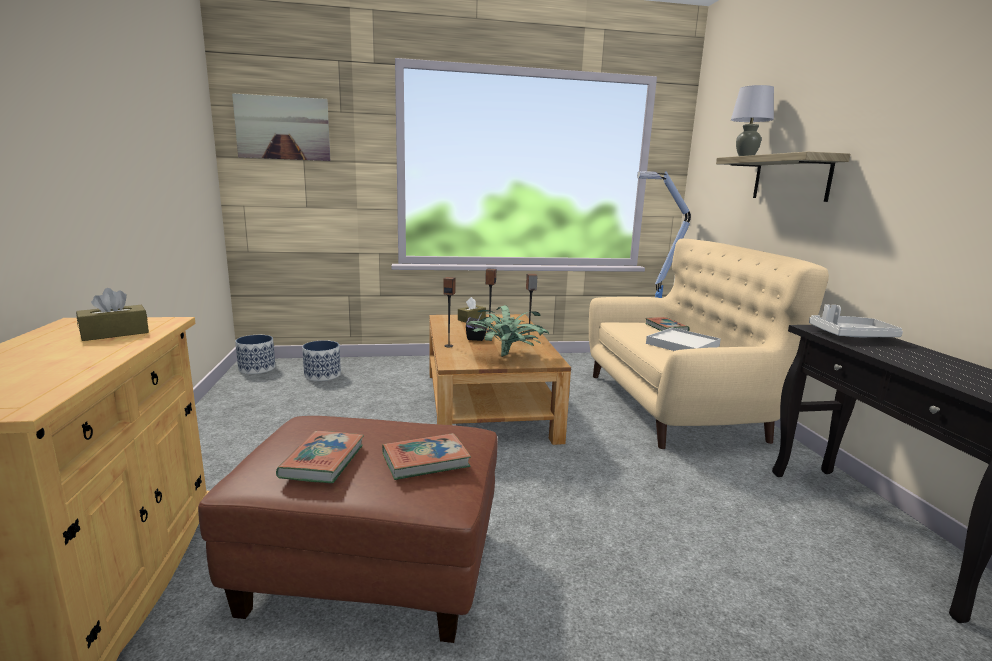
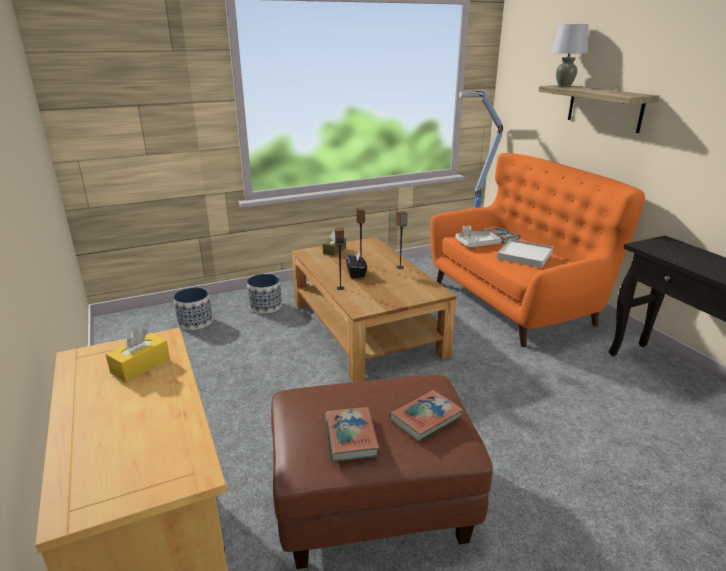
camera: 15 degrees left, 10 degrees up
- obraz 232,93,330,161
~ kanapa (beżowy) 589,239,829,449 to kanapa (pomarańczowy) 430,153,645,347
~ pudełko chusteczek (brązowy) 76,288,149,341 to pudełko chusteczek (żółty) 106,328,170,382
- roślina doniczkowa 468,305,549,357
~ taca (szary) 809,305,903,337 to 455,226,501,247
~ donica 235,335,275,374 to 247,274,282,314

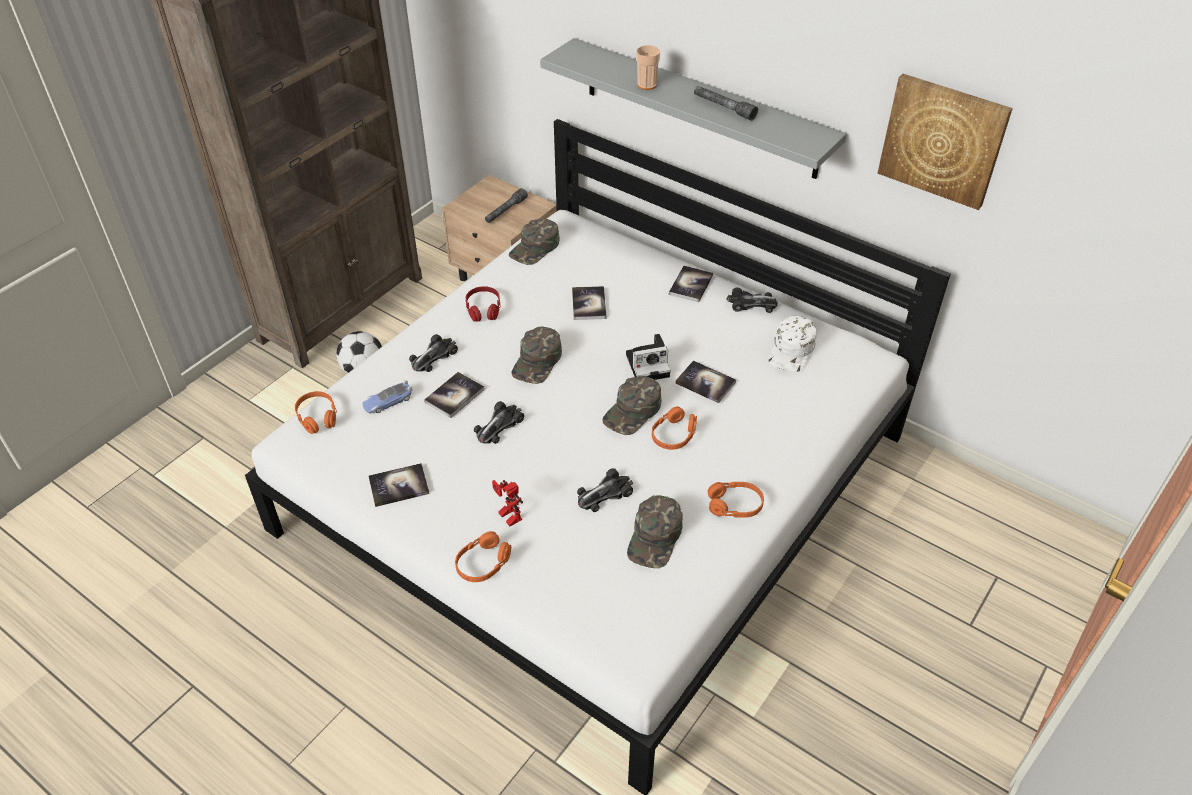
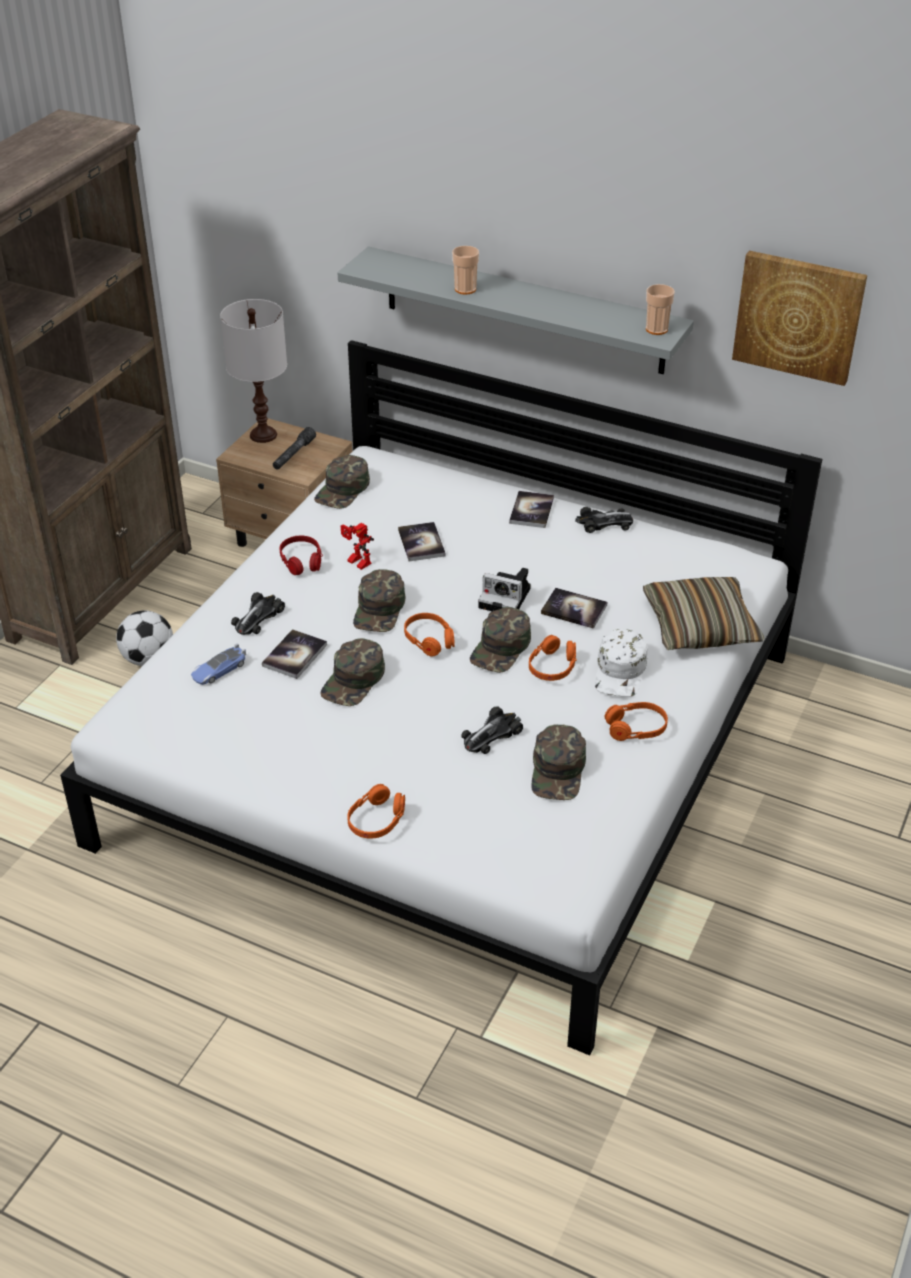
camera: 10 degrees left, 5 degrees down
- latarka (szary) 694,86,758,121
~ czapka z daszkiem (biały) 768,316,817,372 to 595,629,648,697
~ aparat fotograficzny 626,334,670,380 = 478,568,531,611 45 degrees clockwise
~ słuchawki (pomarańczowy) 295,391,337,434 to 404,613,455,657
~ samochodzik 474,401,524,444 to czapka z daszkiem (zielony) 320,638,385,706
- książka 368,463,430,507
~ robot zabawkowy 492,480,523,526 to 341,523,374,570
+ filiżanka 646,284,675,335
+ lampa stołowa (biały) 220,299,287,443
+ poduszka 643,577,765,650

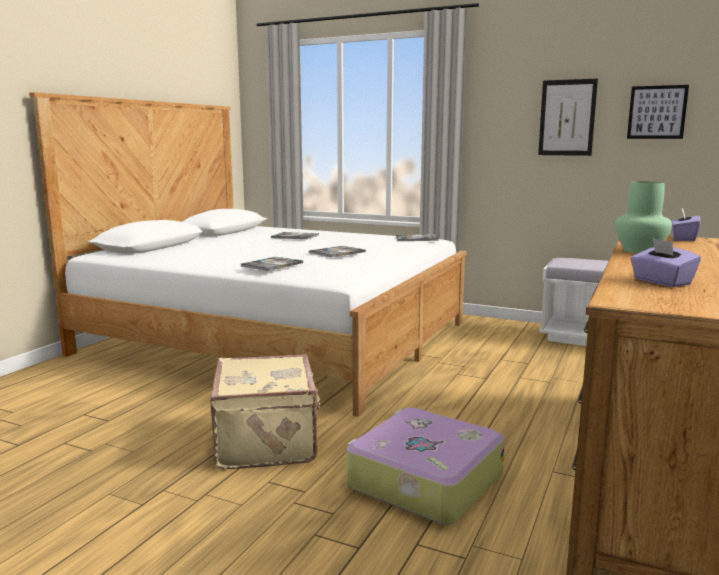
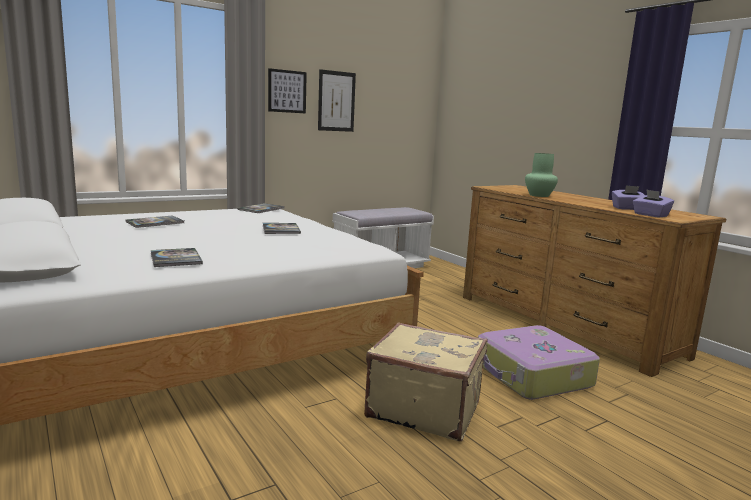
camera: 60 degrees left, 0 degrees up
~ obraz 627,85,689,139 to 268,68,307,113
~ pudełko chusteczek (fioletowy) 671,209,701,241 to 633,189,674,217
~ książka 241,257,303,271 to 151,248,203,267

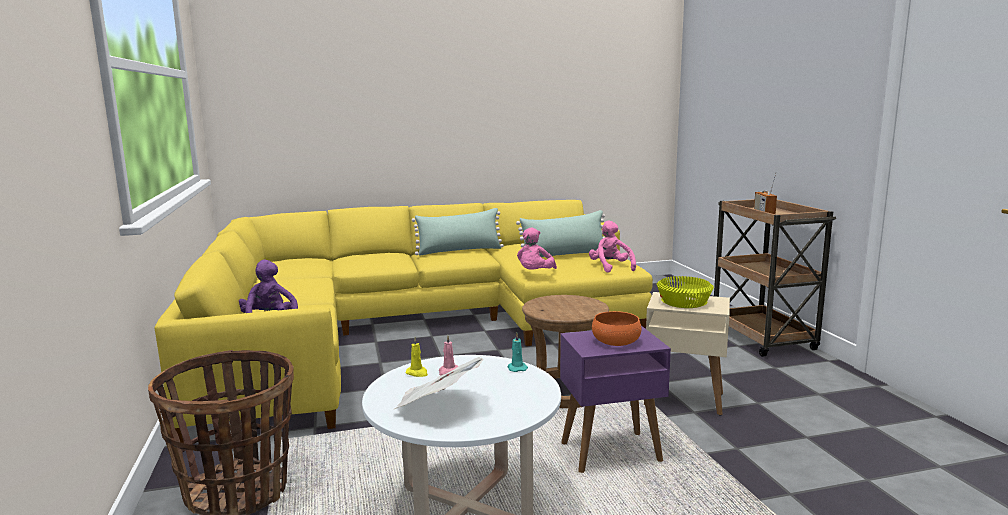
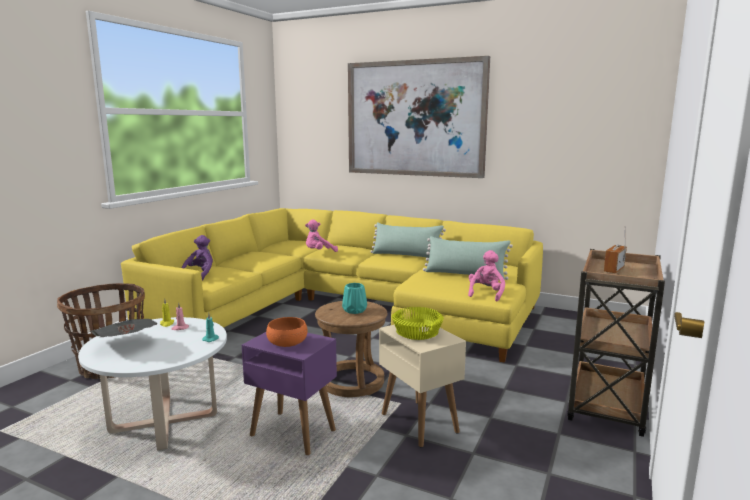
camera: 40 degrees right, 0 degrees up
~ pluszak (różowy) 517,228,557,270 to 305,219,338,252
+ obraz 348,56,490,178
+ wazon (turkusowy) 342,283,367,314

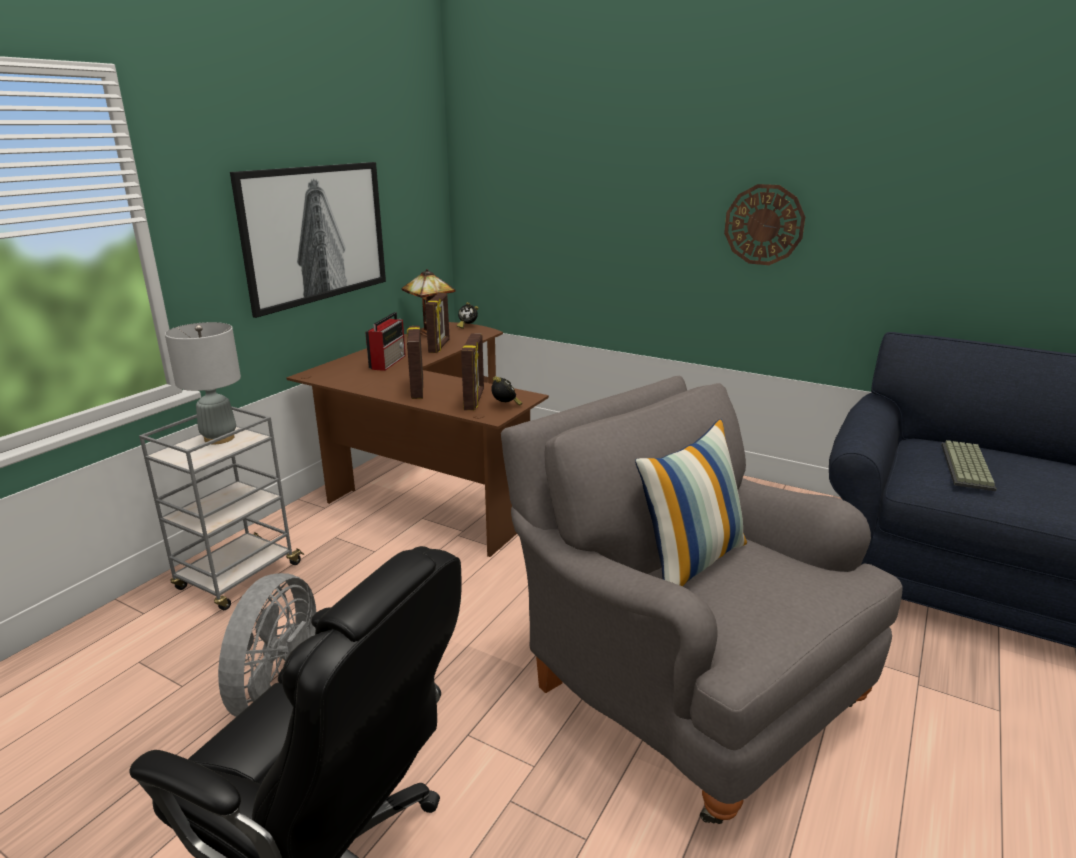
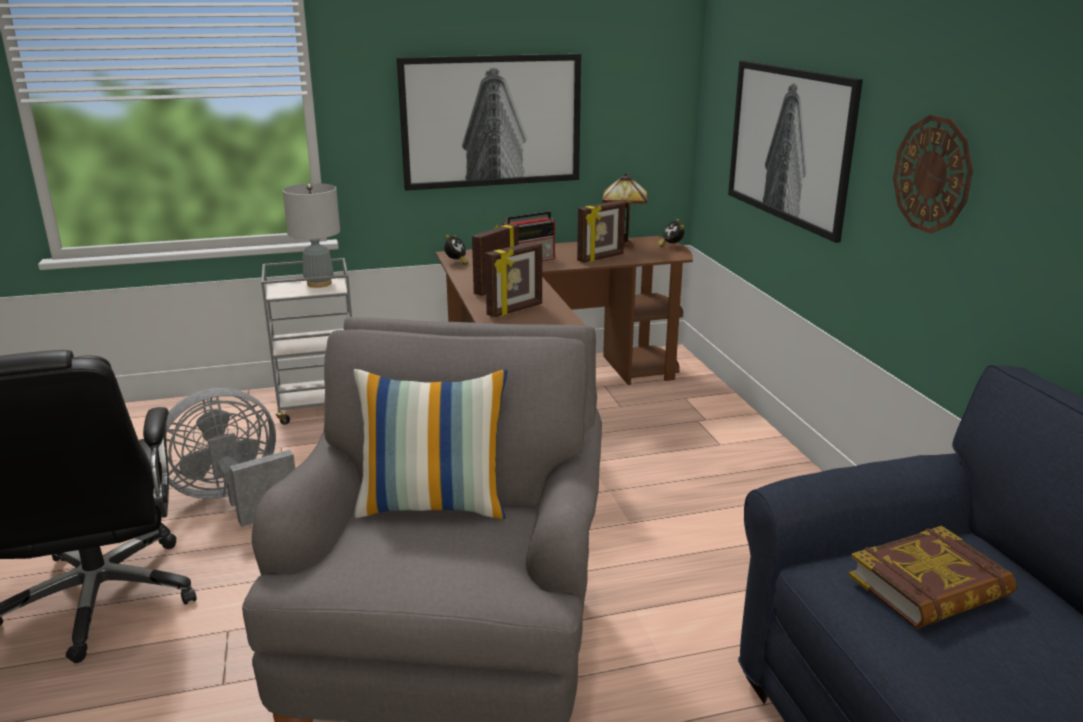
camera: 45 degrees right, 0 degrees up
~ budzik 491,376,522,405 to 444,235,468,265
~ klawiatura 941,440,997,491 to książka 848,526,1017,629
+ obraz 728,61,863,243

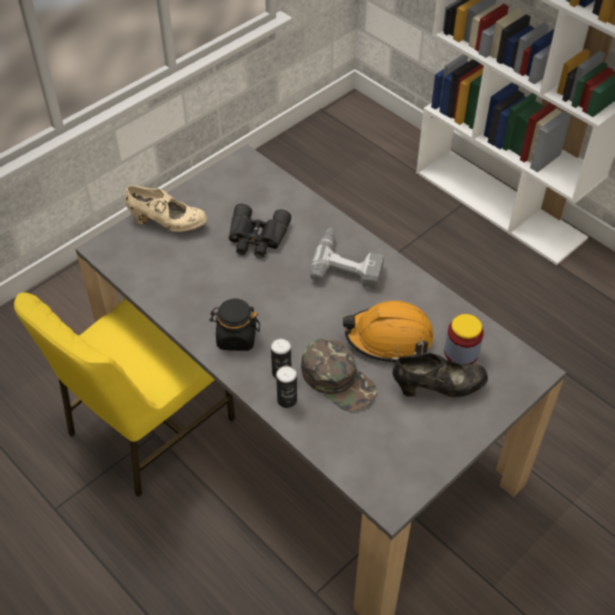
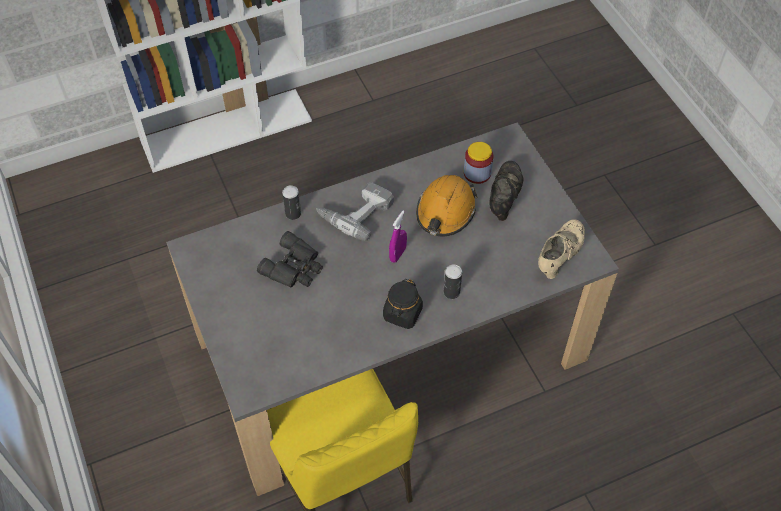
camera: 70 degrees left, 5 degrees up
~ but (beżowy) 125,185,208,232 to 538,219,585,279
- czapka z daszkiem (zielony) 301,338,377,411
~ puszka 276,366,297,408 to 282,185,301,220
+ spryskiwacz (fioletowy) 389,211,407,263

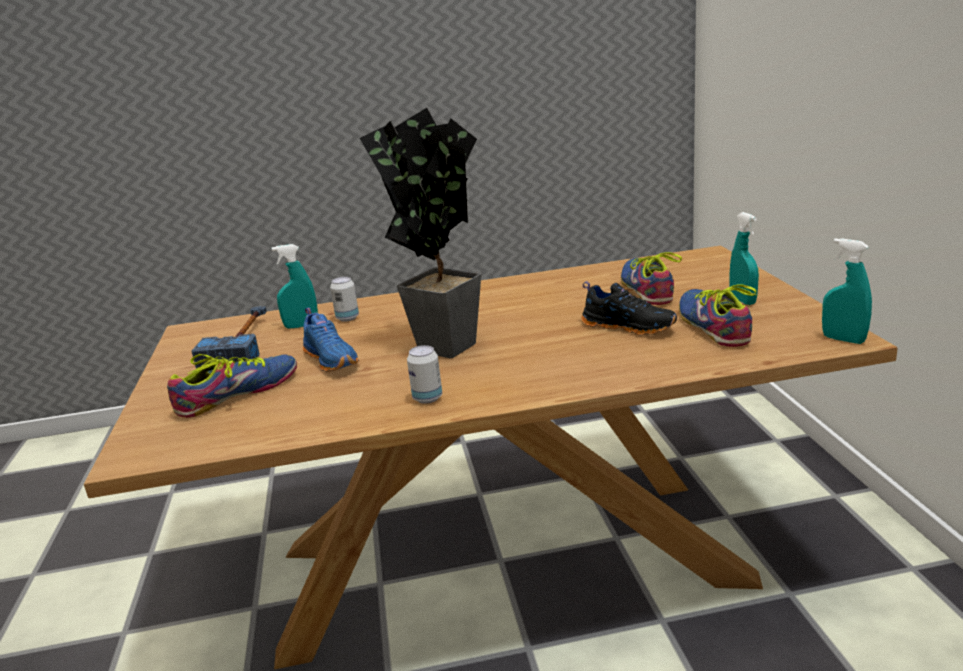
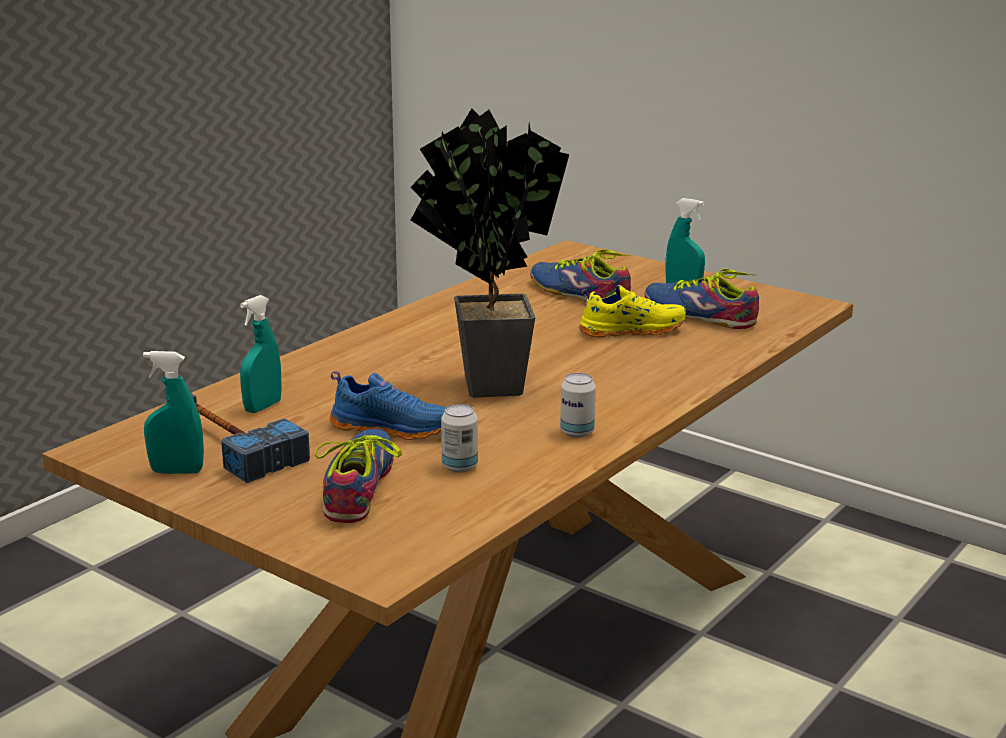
camera: 45 degrees left, 0 degrees up
~ spryskiwacz (turkusowy) 822,238,872,344 to 143,351,204,474
~ puszka 330,277,359,322 to 441,404,478,473
~ but (czarny) 581,282,677,335 to but (żółty) 579,285,686,338

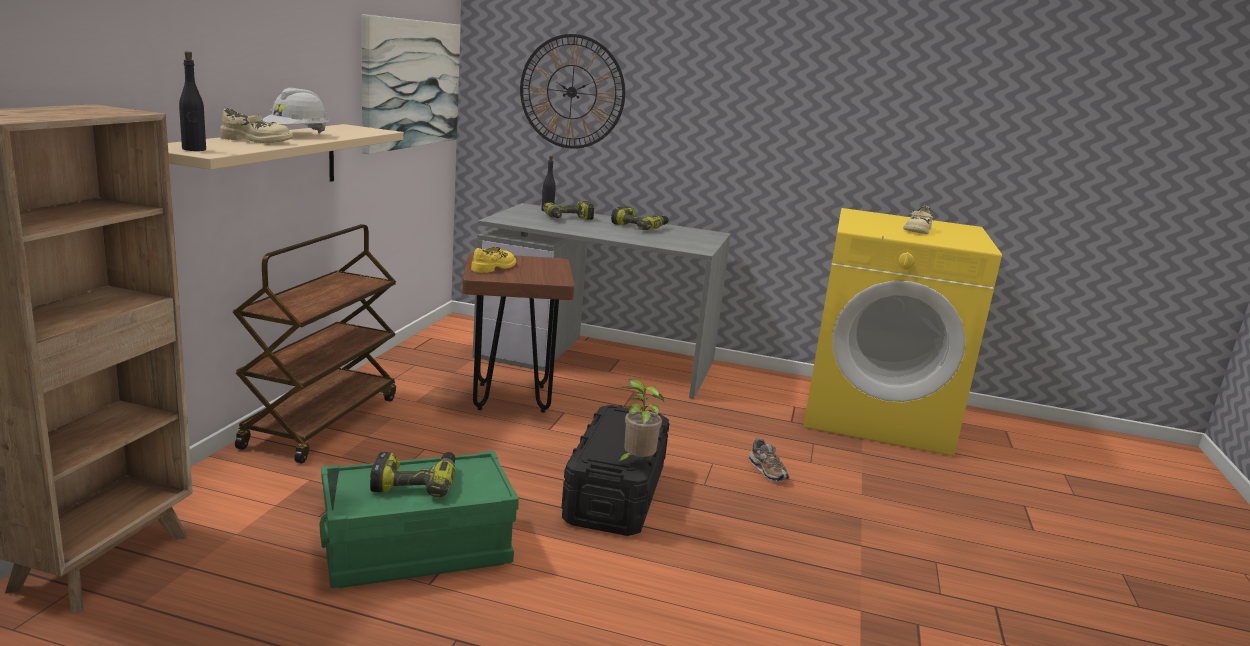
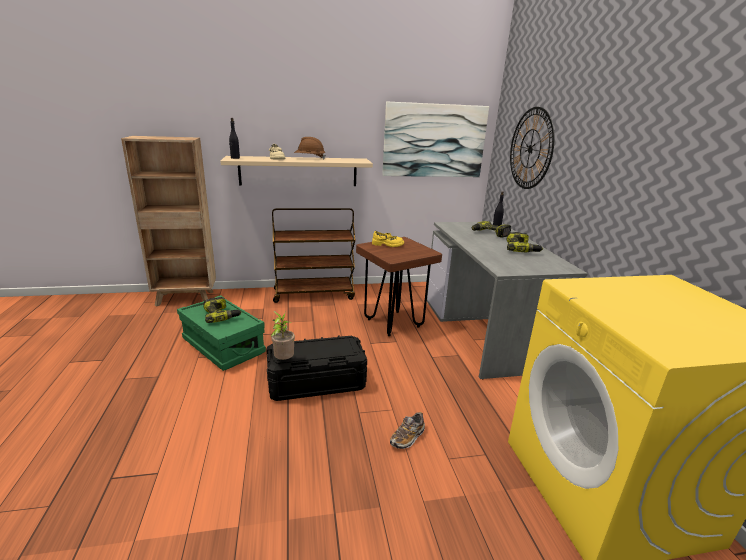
camera: 65 degrees right, 5 degrees up
~ kask (biały) 262,88,329,133 to kask (brązowy) 294,137,326,159
- but (beżowy) 903,206,933,234

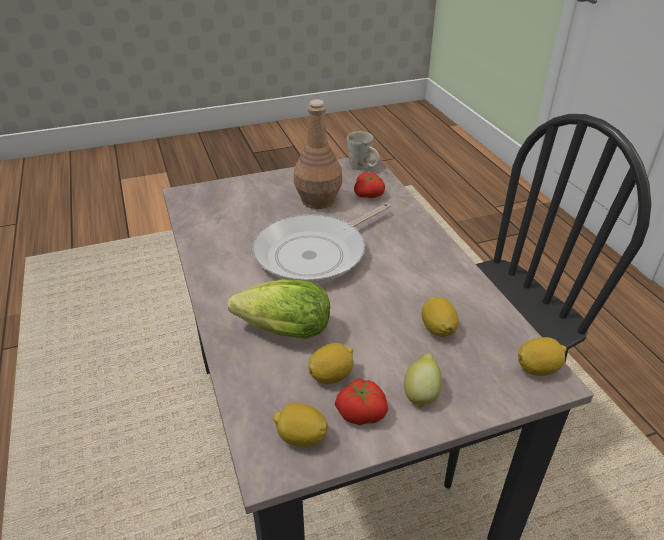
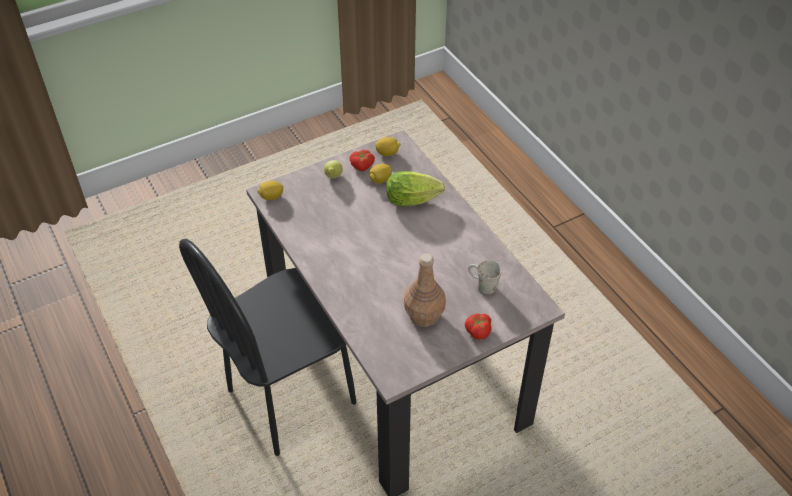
camera: 170 degrees right, 10 degrees up
~ kubek (biały) 347,131,380,170 to 468,260,502,294
~ pomidor 354,172,385,198 to 465,313,492,340
- patelnia 253,203,391,284
- cytryna 422,297,458,337

